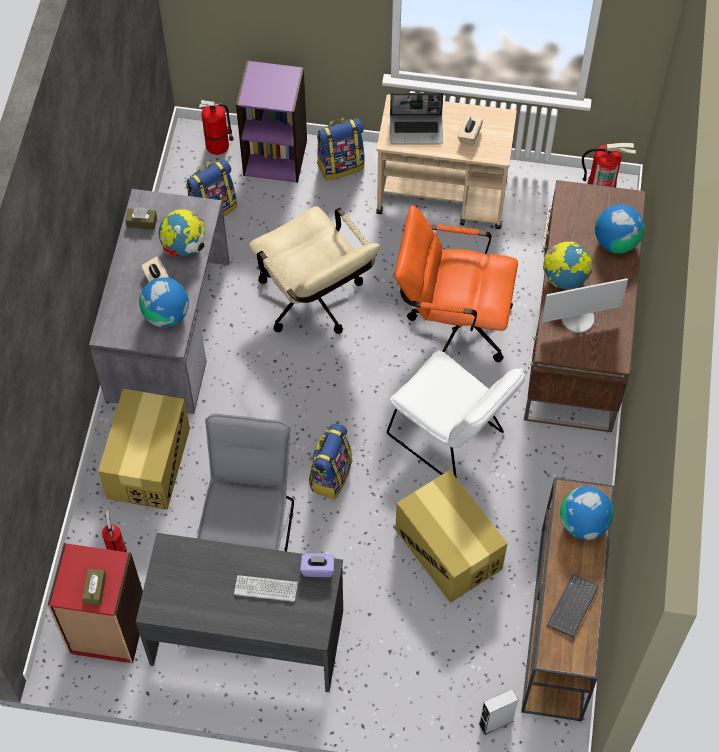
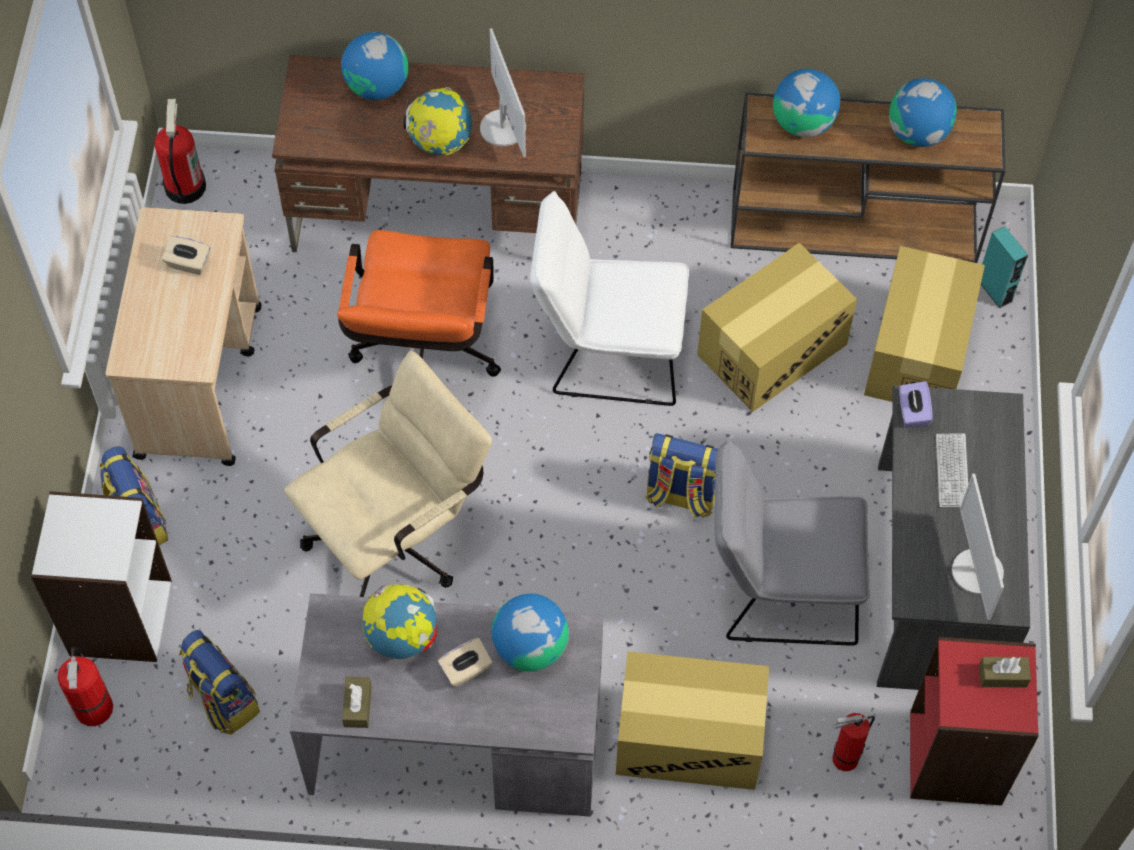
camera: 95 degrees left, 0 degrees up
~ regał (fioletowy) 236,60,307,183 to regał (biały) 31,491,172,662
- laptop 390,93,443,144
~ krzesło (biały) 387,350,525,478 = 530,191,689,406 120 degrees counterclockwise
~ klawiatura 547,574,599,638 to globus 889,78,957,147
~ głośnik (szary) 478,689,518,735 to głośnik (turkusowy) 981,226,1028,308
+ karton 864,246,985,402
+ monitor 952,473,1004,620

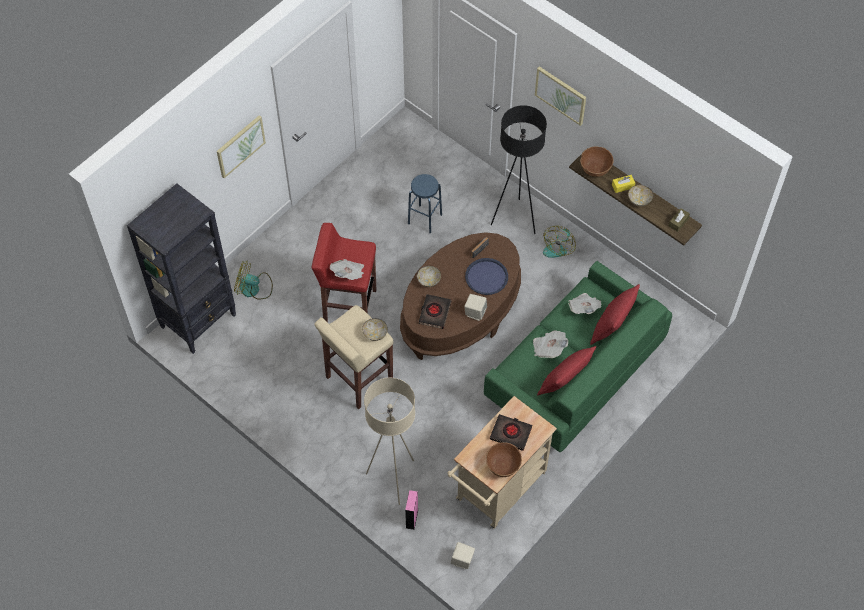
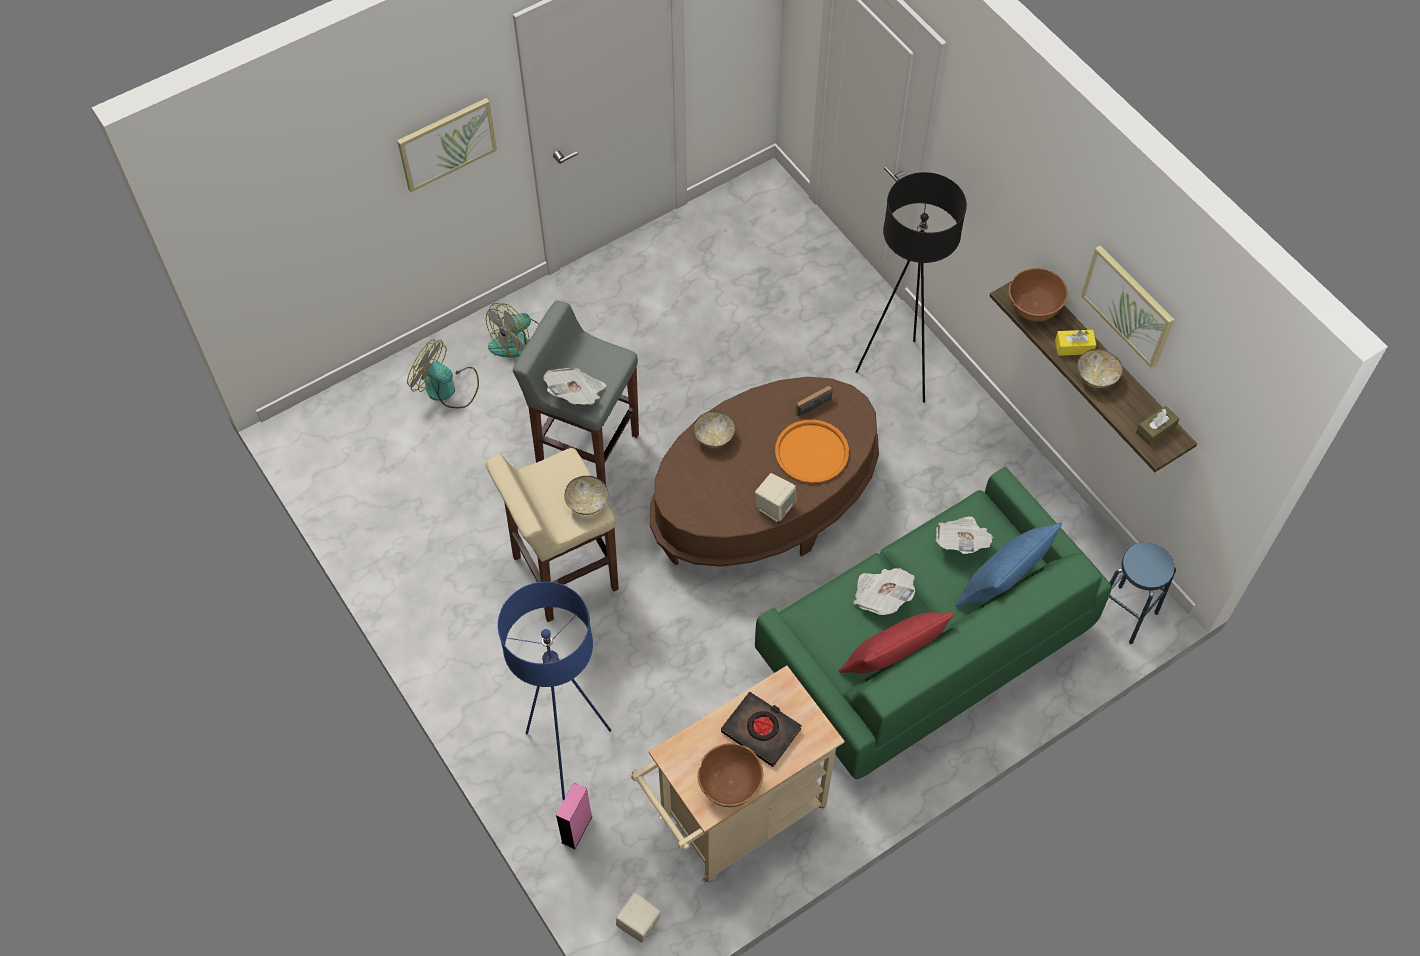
camera: 15 degrees right, 0 degrees up
~ obraz 535,66,586,126 to 1081,246,1174,368
~ stołek (niebieski) 408,174,442,233 to 1109,542,1176,644
- regał (czarny) 127,183,236,354
~ stołek (czerwony) 312,223,377,322 to stołek (szary) 513,301,639,485
~ wentylator 543,226,576,258 to 486,303,539,358
~ taca (niebieski) 465,258,508,295 to taca (pomarańczowy) 775,419,849,483
~ poduszka (czerwony) 590,284,640,345 to poduszka (niebieski) 955,522,1062,607
- książka (czarny) 419,294,451,329
~ lampa stojąca (beżowy) 364,378,415,505 to lampa stojąca (niebieski) 498,582,611,800

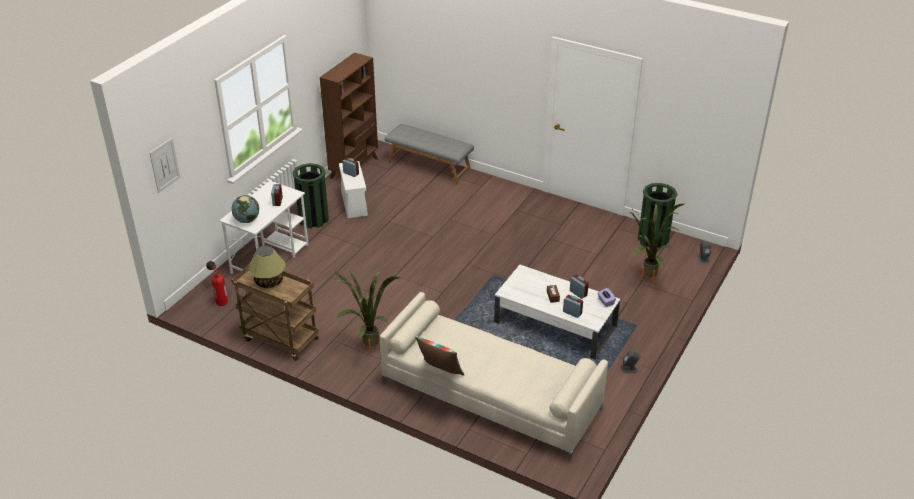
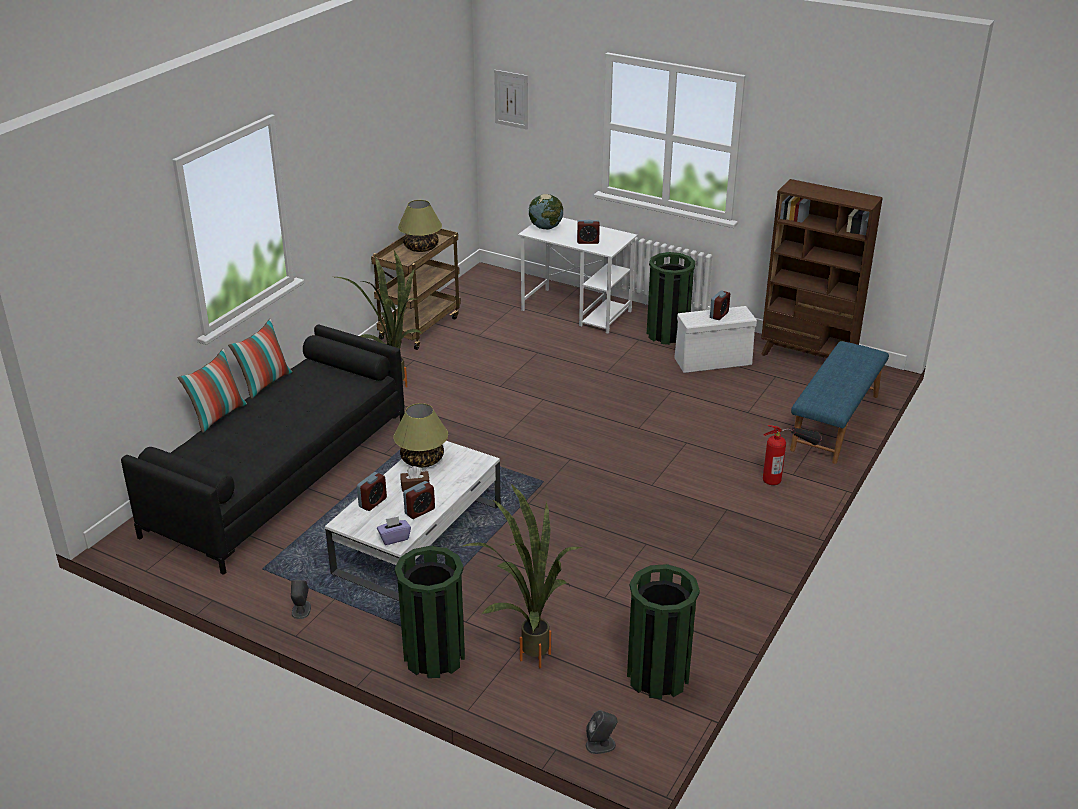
camera: 90 degrees right, 5 degrees down
~ ławka (szary) 384,124,474,185 to ławka (niebieski) 790,341,889,464
~ gaśnica 206,261,228,306 to 763,425,821,485
~ kanapa (beżowy) 380,292,608,462 to kanapa (czarny) 121,324,405,575
+ poduszka 178,348,247,433
+ lampa stołowa 394,403,448,467
+ kosz na śmieci (zielony) 395,546,465,678

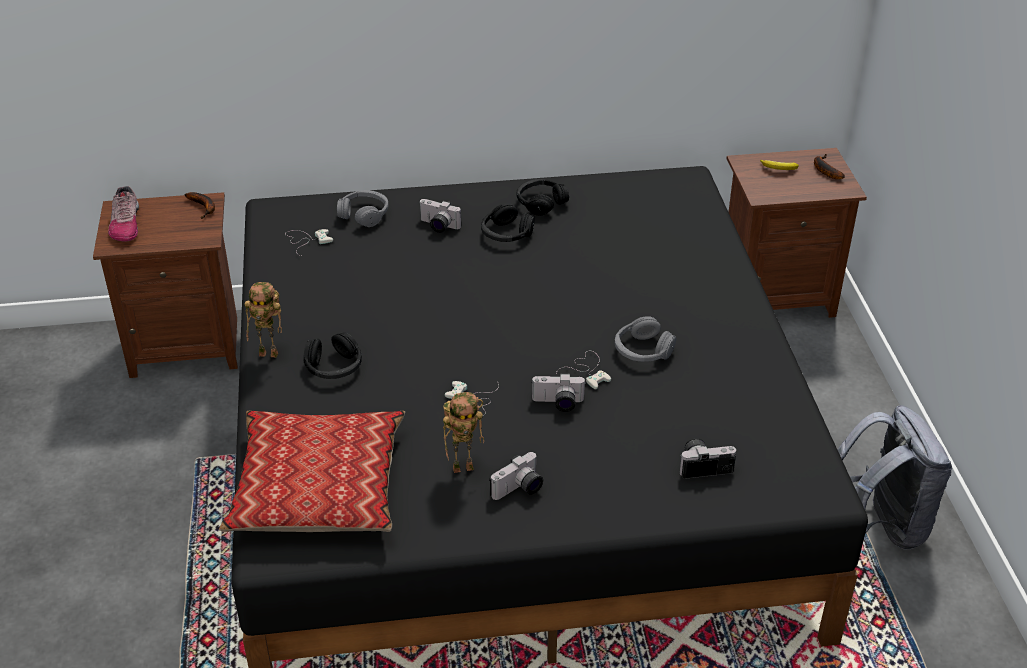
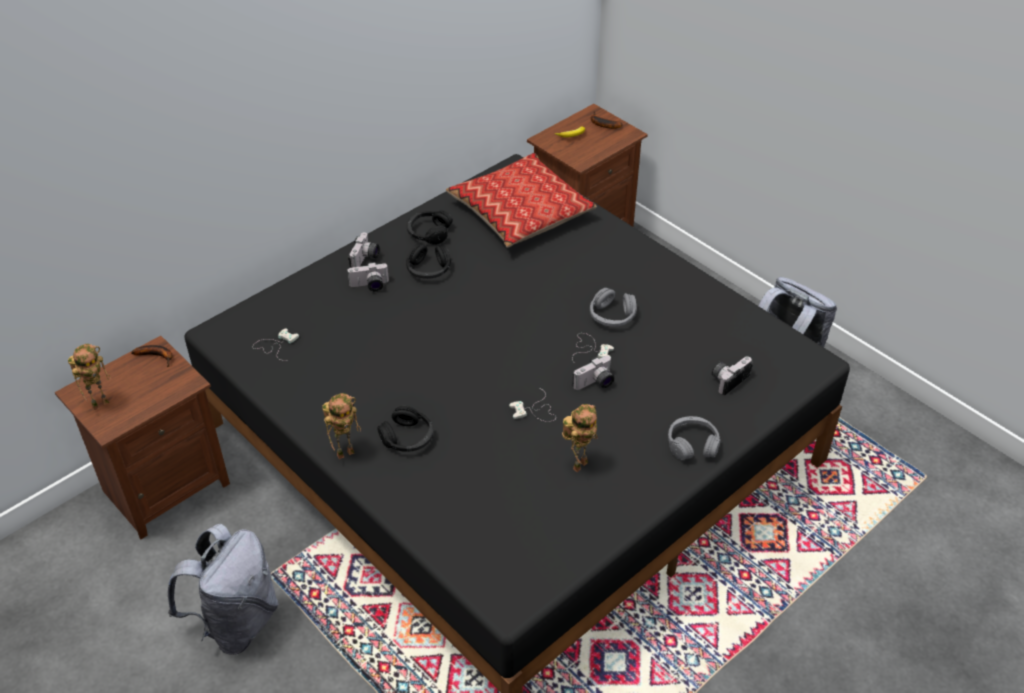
camera: 35 degrees left, 5 degrees up
~ but 108,186,139,241 to robot zabawkowy 68,344,111,410
~ słuchawki (szary) 337,190,388,227 to 668,416,721,460
~ poduszka 219,411,405,532 to 446,153,597,248
~ aparat fotograficzny 489,452,543,500 to 348,232,380,268
+ plecak (szary) 168,524,279,655

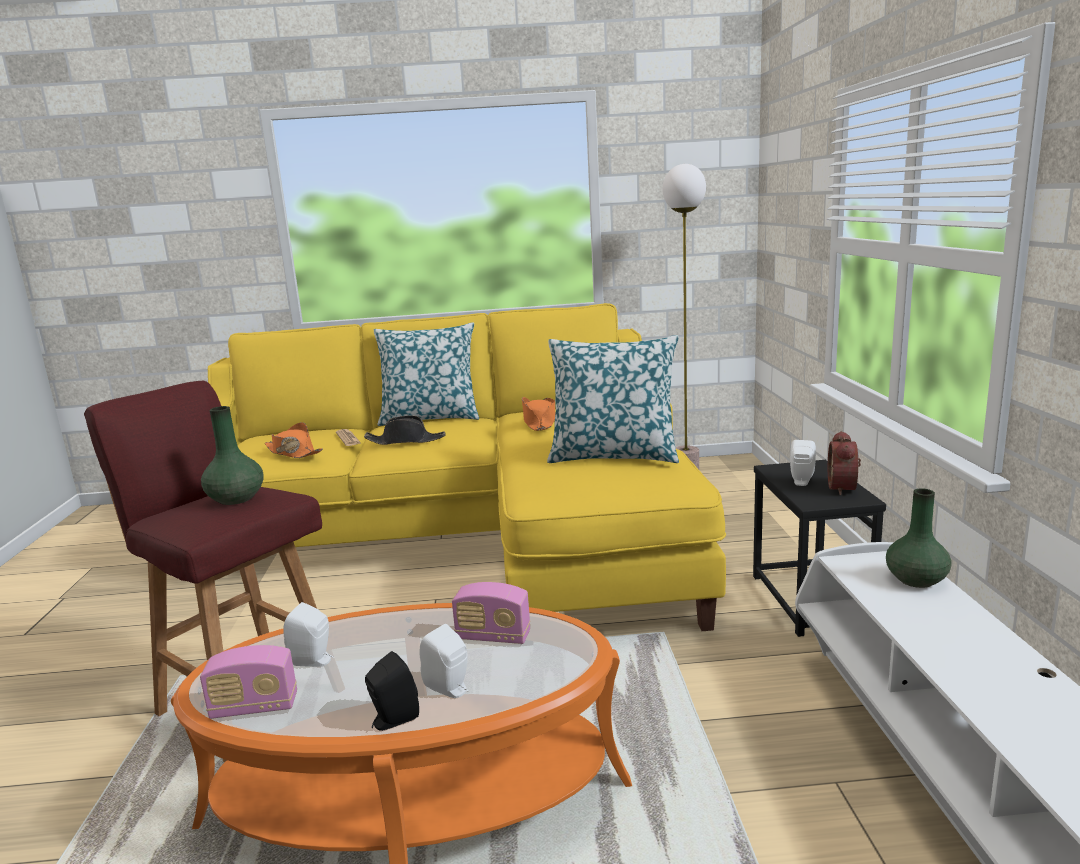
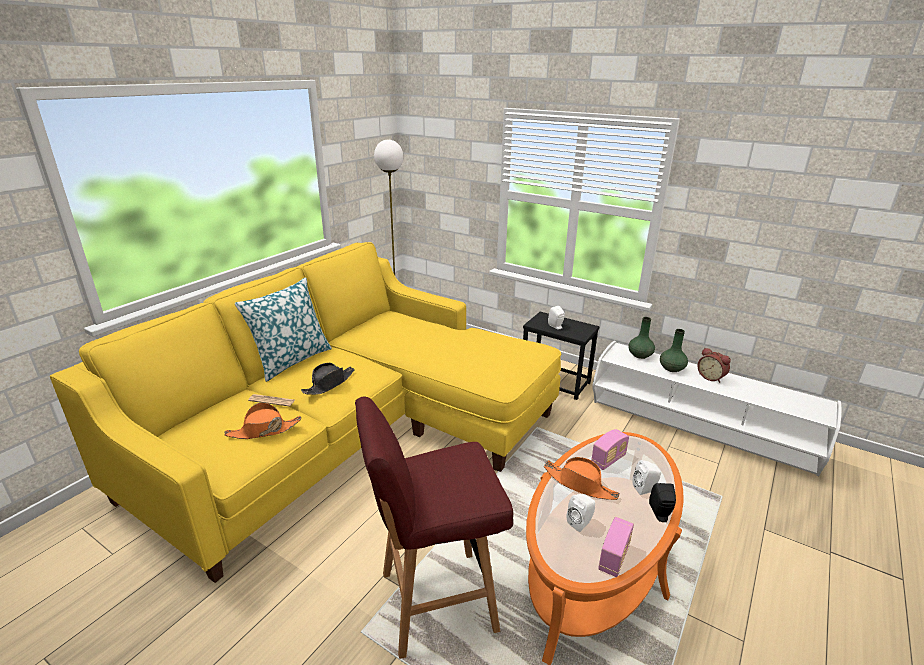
camera: 55 degrees left, 10 degrees up
- poduszka 547,335,679,463
~ kapelusz (pomarańczowy) 522,397,556,431 to 544,457,620,500
~ wazon (zielony) 201,406,264,505 to 660,329,688,372
~ budzik 828,431,861,495 to 698,348,731,383

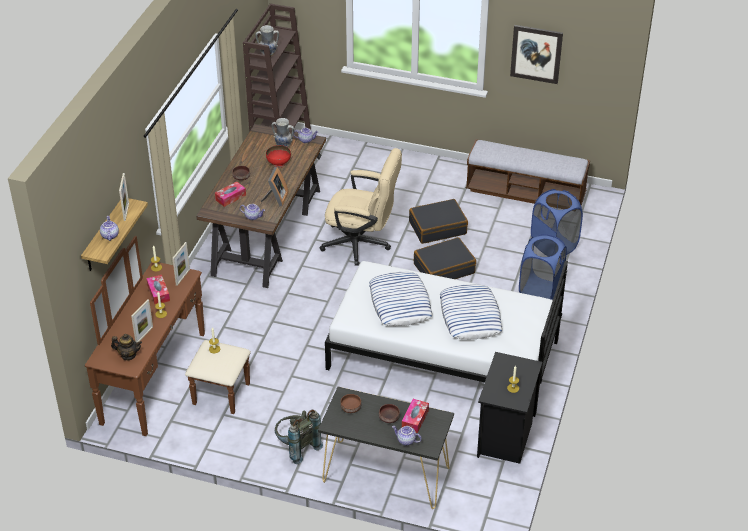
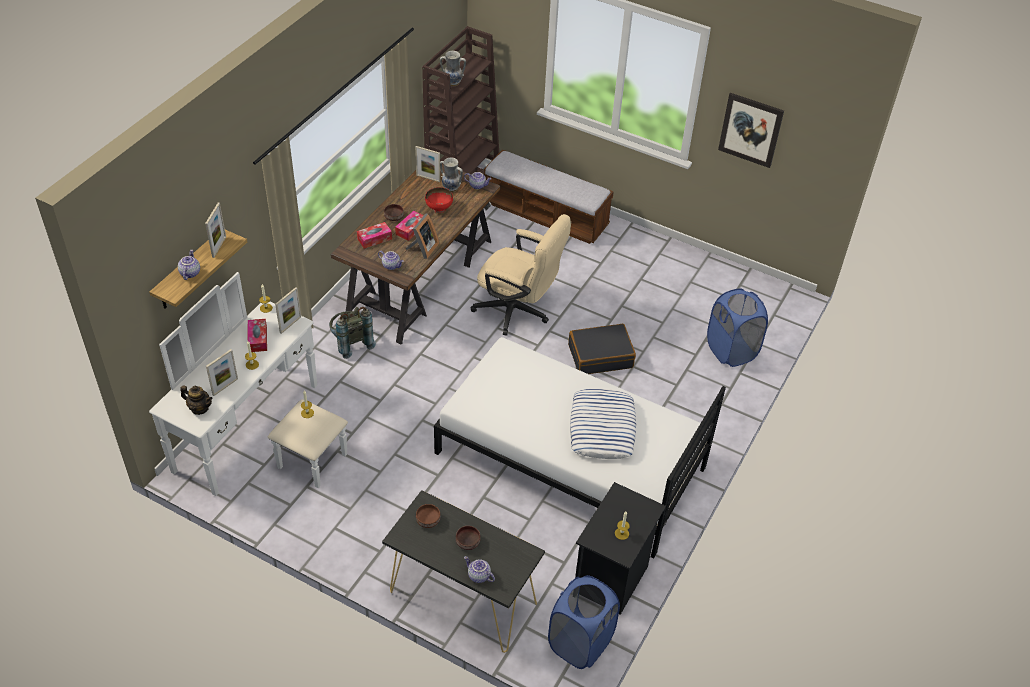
camera: 10 degrees right, 5 degrees up
~ ławka 466,139,590,206 to 484,150,614,244
- walizka (czarny) 409,199,468,244
~ kosz na pranie (niebieski) 519,234,567,300 to 548,575,620,669
~ komoda (brązowy) 85,236,251,436 to komoda (biały) 149,272,348,496
- poduszka 369,272,433,326
~ pudełko chusteczek 402,399,429,433 to 395,211,424,241
~ plecak (szary) 275,410,323,464 to 329,307,376,359
+ ramka na zdjęcie 415,146,440,182

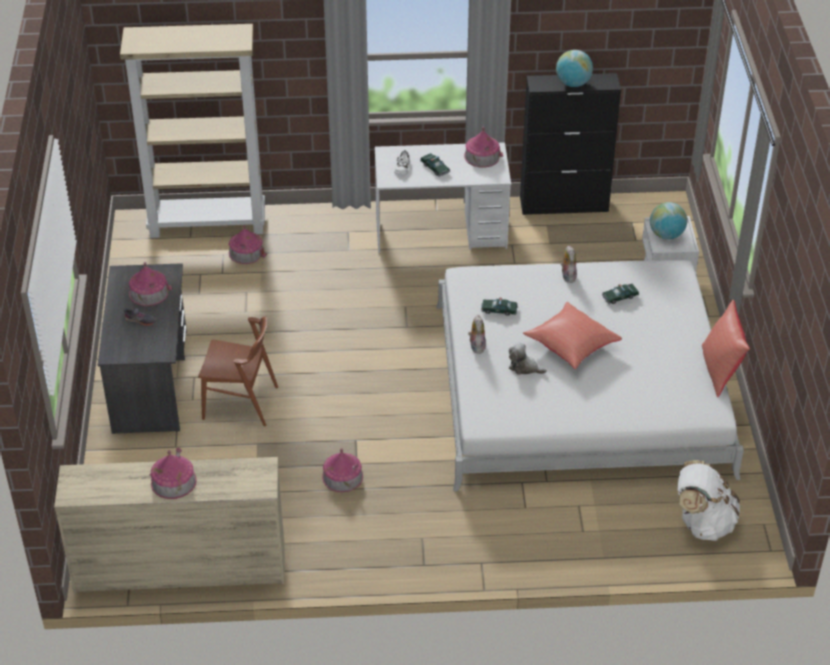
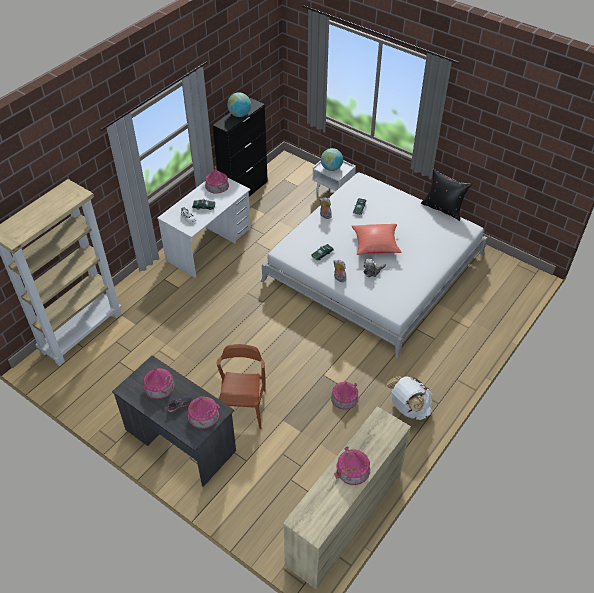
camera: 50 degrees left, 5 degrees up
~ domek 229,224,267,264 to 188,397,220,429
~ poduszka (czerwony) 702,300,750,397 to poduszka (czarny) 421,169,472,221
~ krzesło (brązowy) 198,316,278,427 = 216,344,266,429 45 degrees counterclockwise
~ plecak (biały) 677,460,740,541 to 386,376,433,420

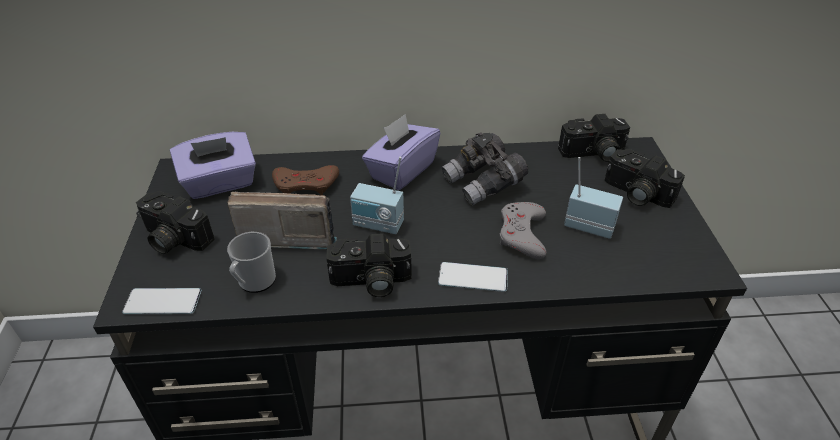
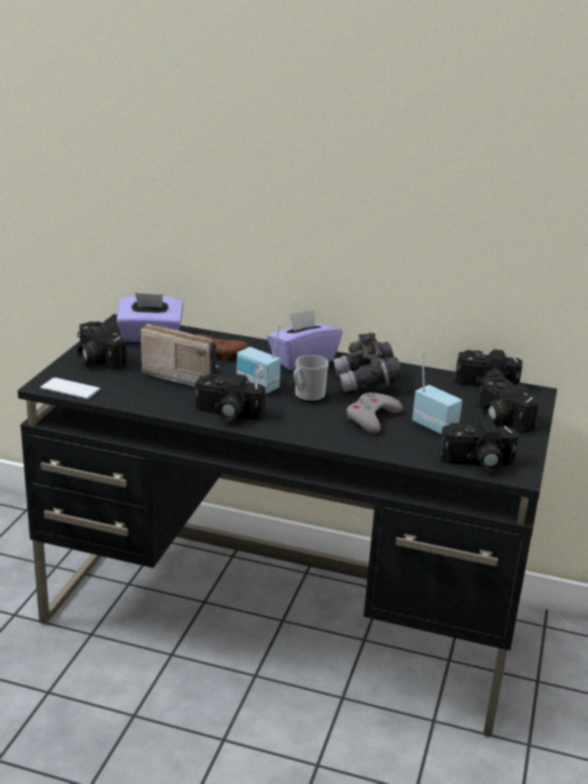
camera: 20 degrees right, 15 degrees down
~ kubek 227,232,276,293 to 294,355,329,402
- telefon 438,262,508,292
+ aparat fotograficzny 439,420,518,472

